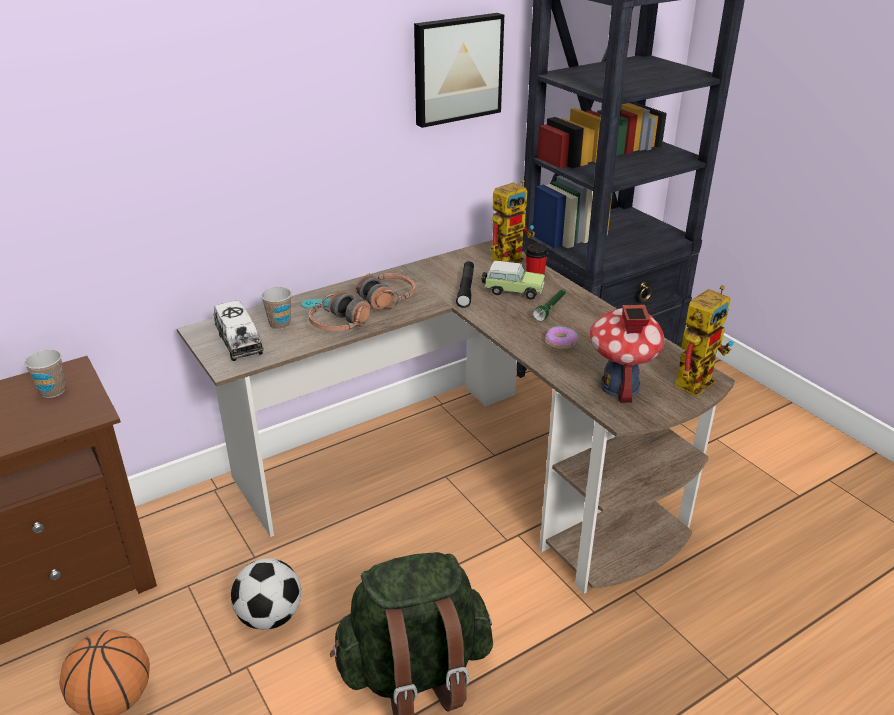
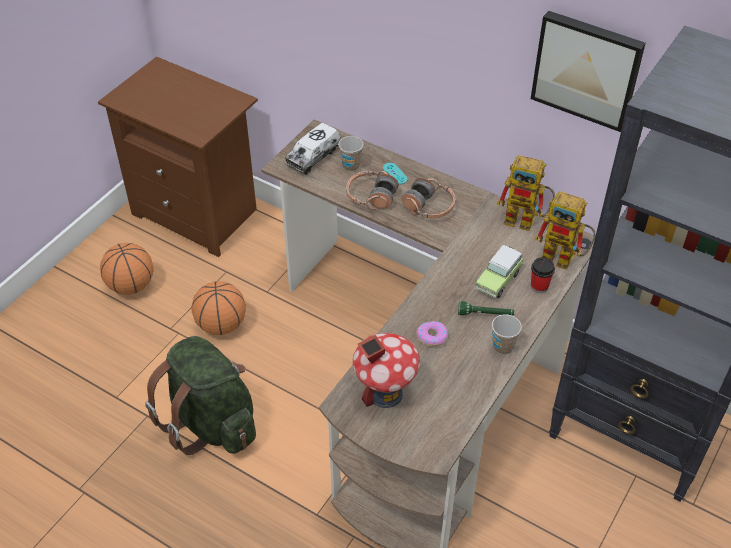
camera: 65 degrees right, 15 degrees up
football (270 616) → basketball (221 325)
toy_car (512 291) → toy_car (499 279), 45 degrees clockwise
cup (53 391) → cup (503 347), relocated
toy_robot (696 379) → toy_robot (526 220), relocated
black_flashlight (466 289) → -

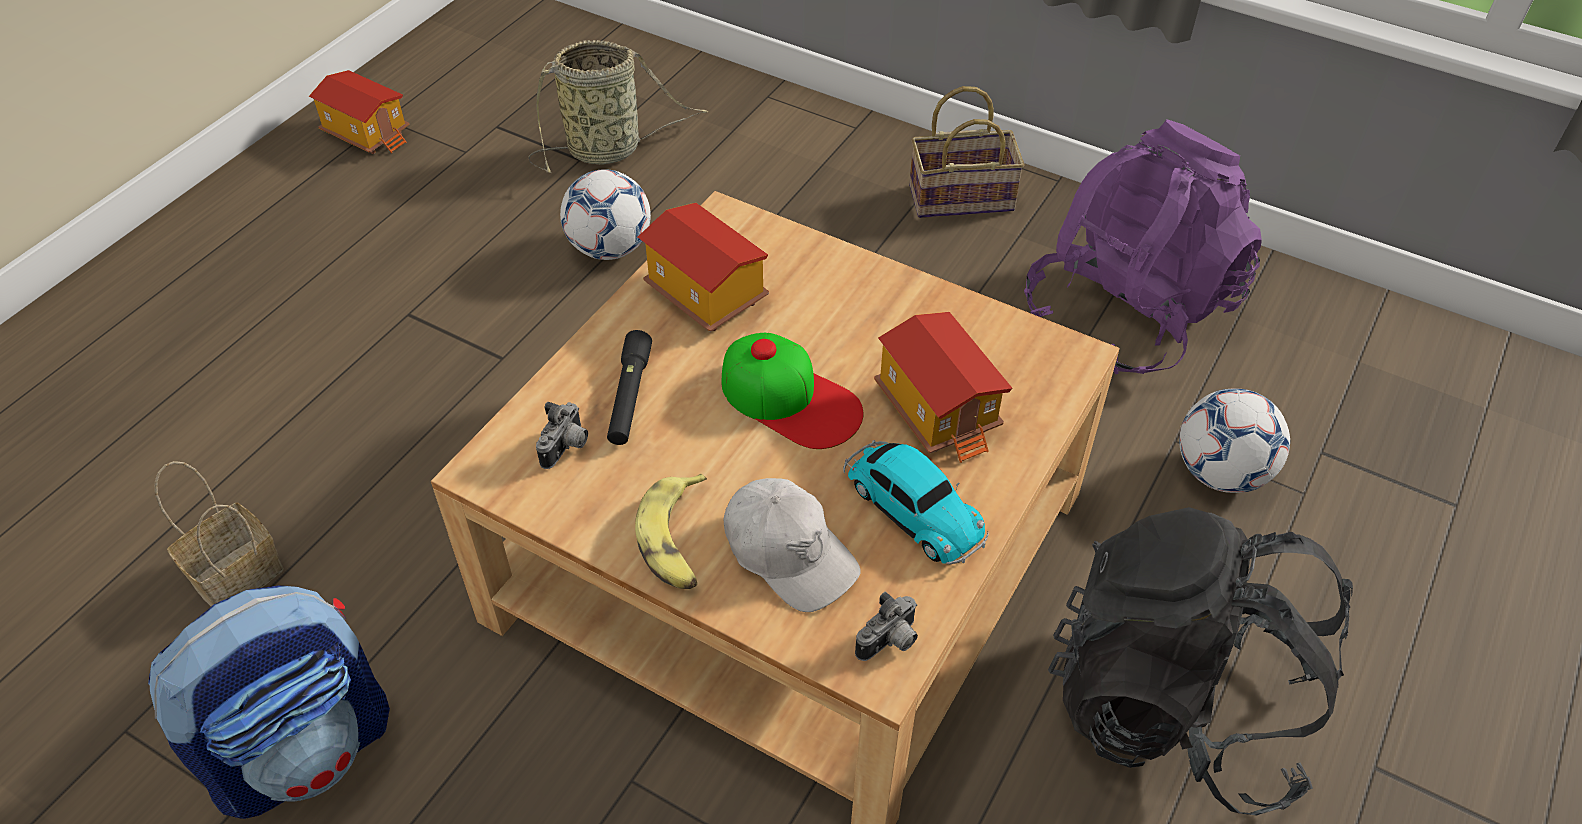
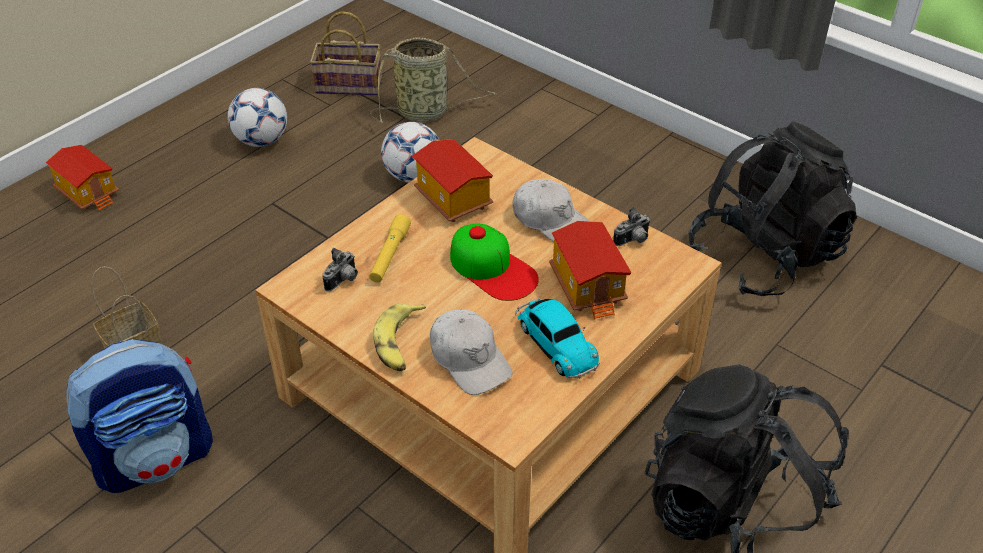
camera: 10 degrees right, 5 degrees down
toy_house (368 133) → toy_house (89 192), relocated
football (1220 473) → football (262 141), relocated
basket (963 196) → basket (350 84), relocated
black_flashlight (629 396) → yellow_flashlight (389 255)
- → white_cap (551 220)
photo_camera (890 643) → photo_camera (633 241), relocated
purple_backpack (1129 312) → black_backpack (764 256)

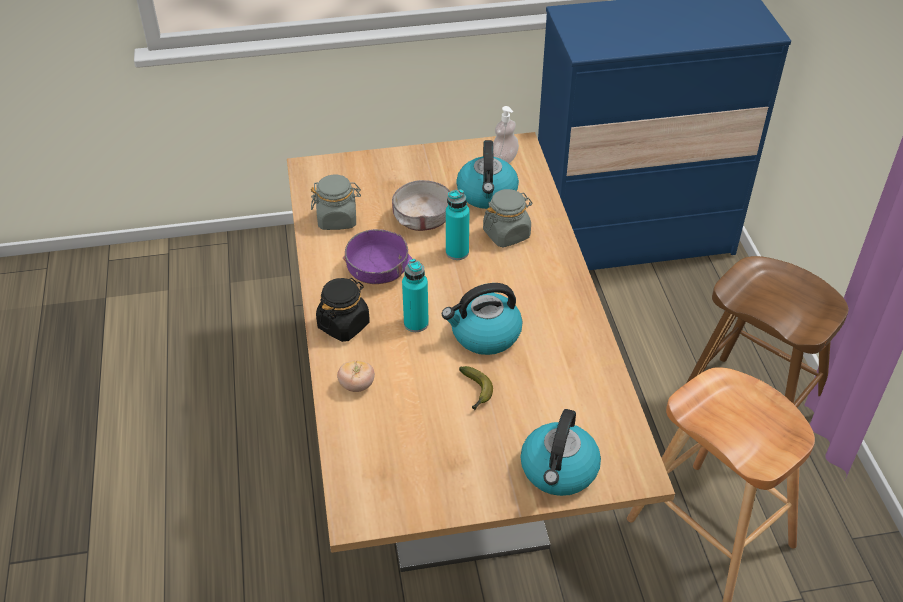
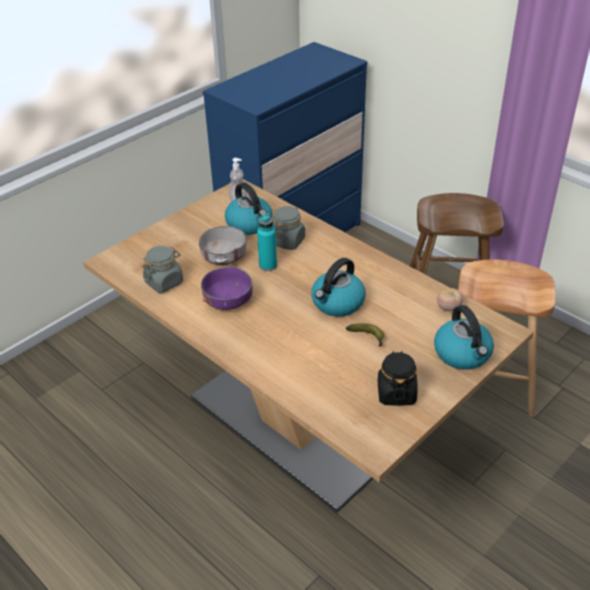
camera: 35 degrees left, 5 degrees down
black_jar (343 325) → black_jar (396 393), relocated
tomato (357 386) → tomato (448 308), relocated
turquoise_bottle (416 323) → -

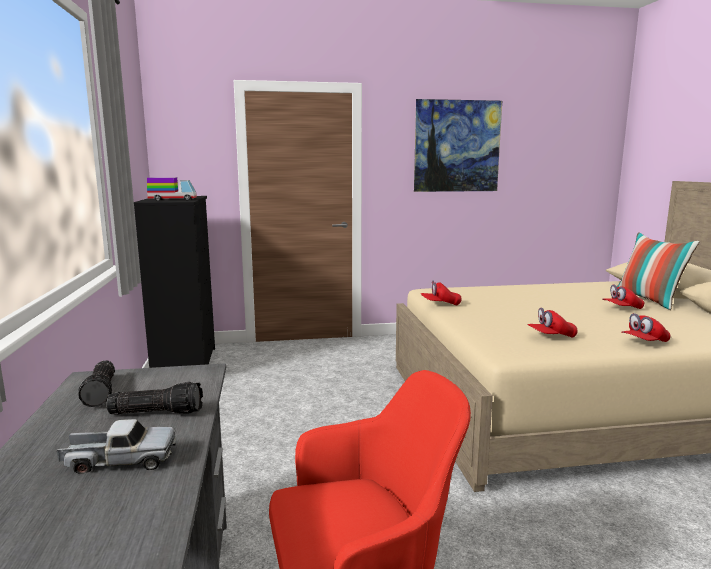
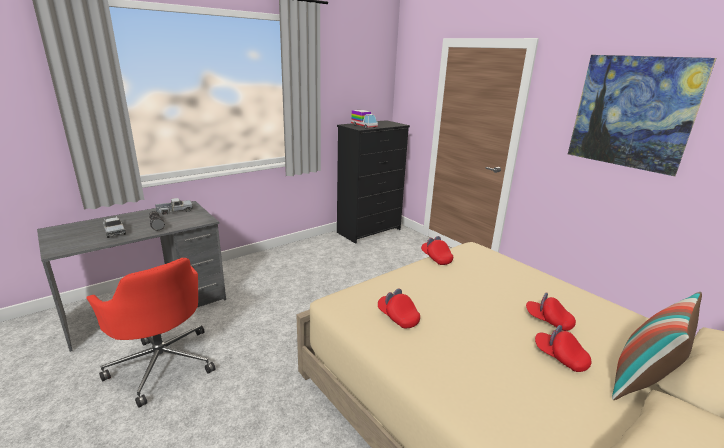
camera: 60 degrees right, 10 degrees up
flashlight (102 392) → toy_truck (175 211)
red_cap (644 343) → red_cap (548 321), relocated

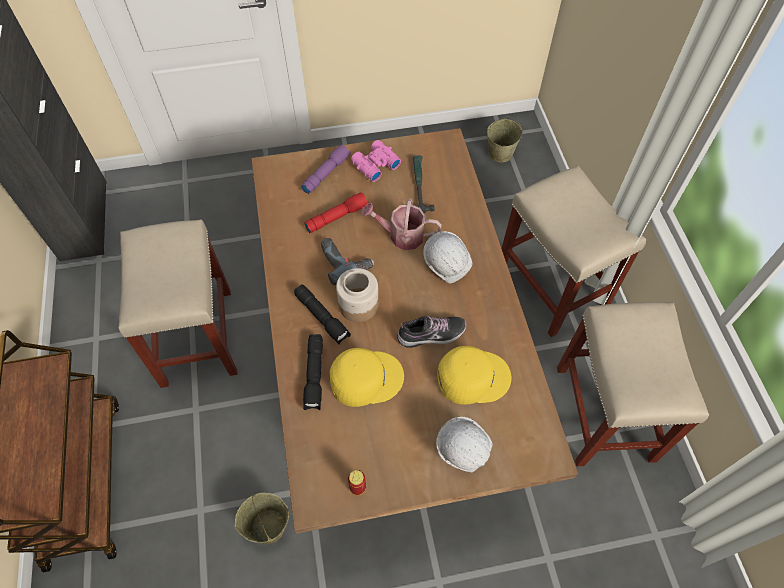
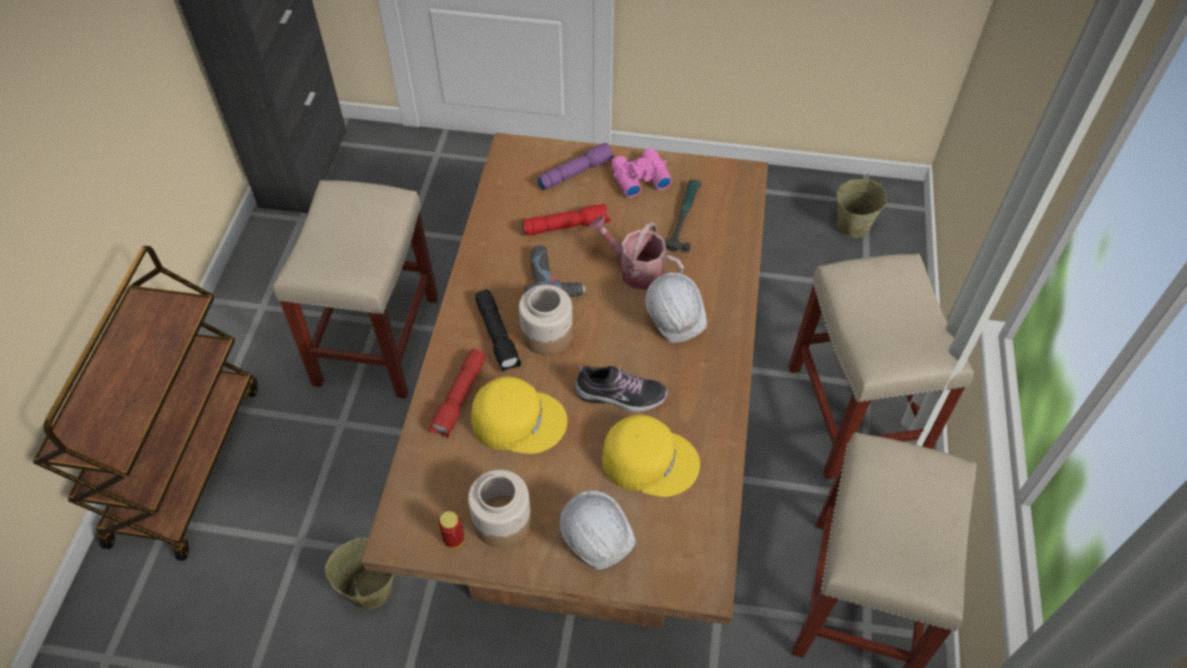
camera: 20 degrees right, 5 degrees down
black_flashlight (315 375) → red_flashlight (460 399)
- → jar (502 520)

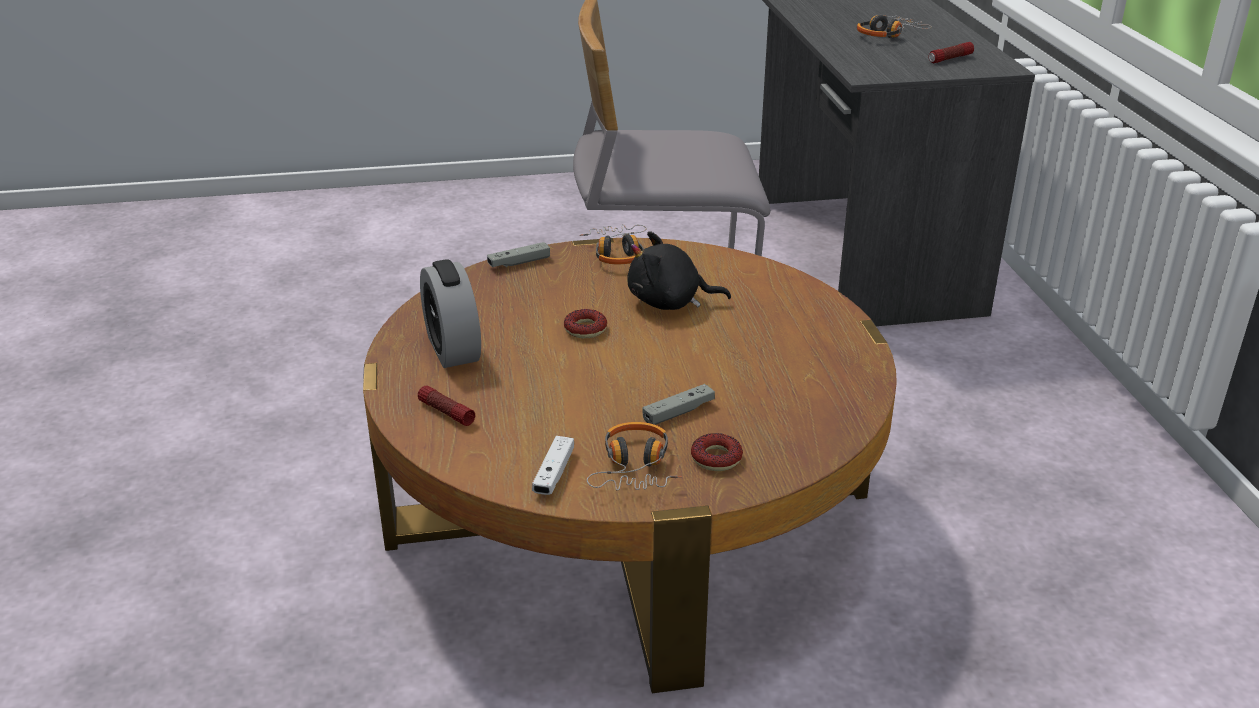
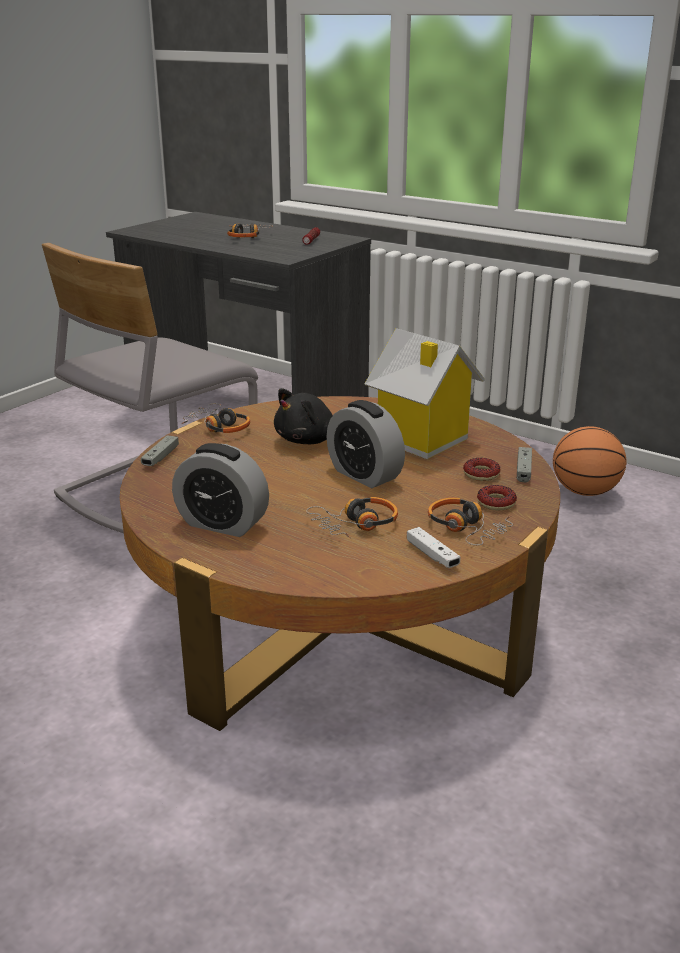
camera: 45 degrees left, 5 degrees down
- → headphones (355 525)
- → alarm_clock (364 475)
- → toy_house (420 439)
donut (585 329) → donut (481 474), relocated
grey_game_controller (678 412) → grey_game_controller (523 470), relocated
- → basketball (585 492)
flashlight (446 412) → -

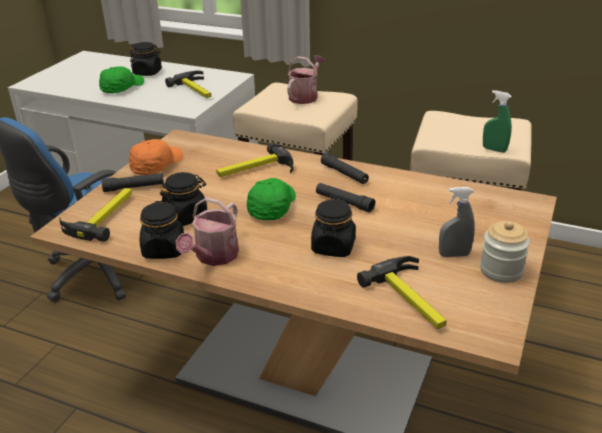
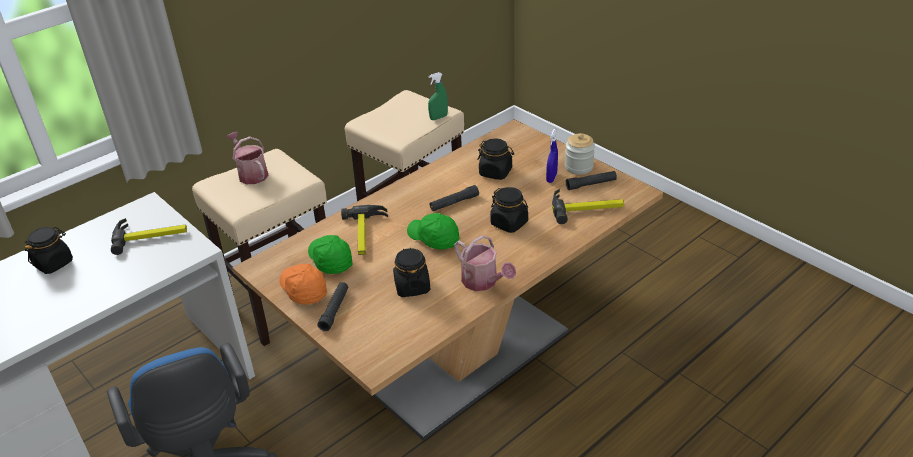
camera: 65 degrees left, 5 degrees up
green_cap (121 88) → green_cap (330 260), relocated
black_jar (164 249) → black_jar (495 172), relocated
grey_spray_bottle (454 255) → blue_spray_bottle (551 178)
black_flashlight (344 174) → black_flashlight (591 184), relocated
hammer (103 216) → -

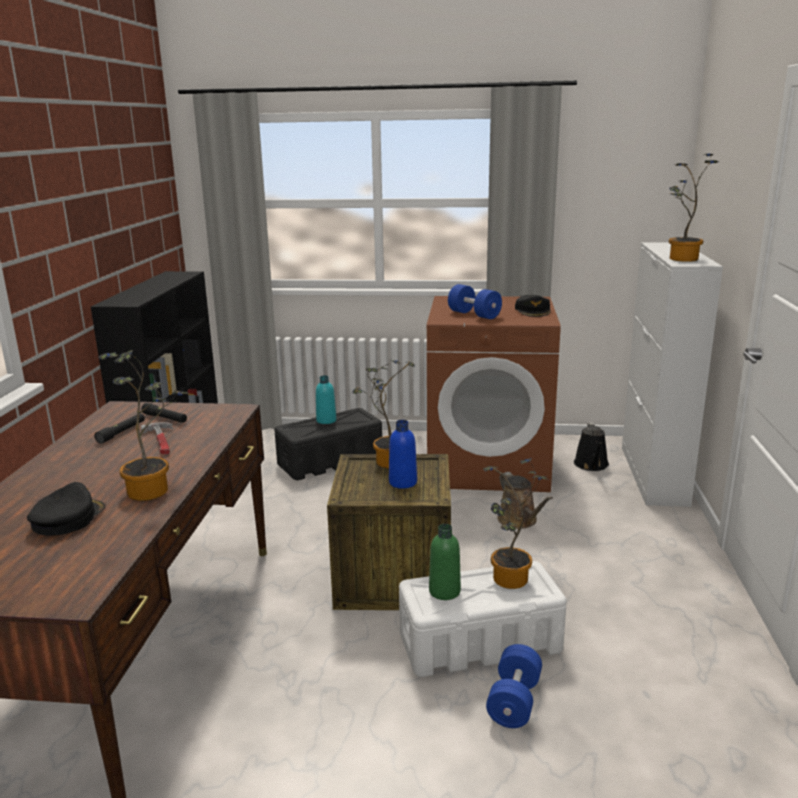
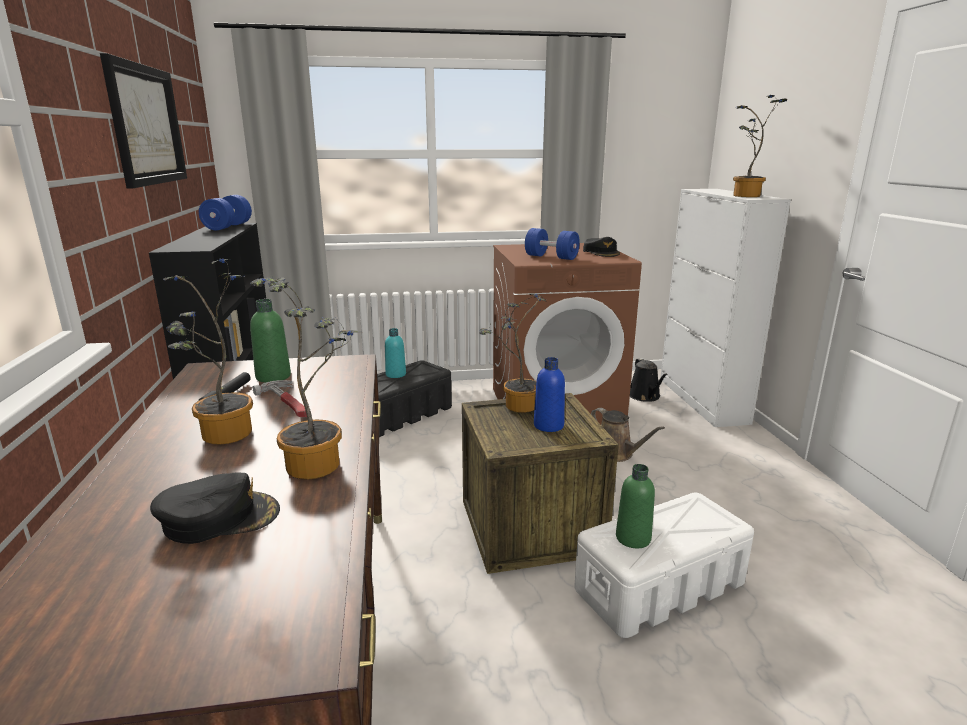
camera: 15 degrees left, 0 degrees up
- → picture (146 125)
black_cap (67 518) → black_cap (219 517), 75 degrees clockwise
potted_plant (508 582) → potted_plant (223 437), relocated
blue_dumbbell (514 701) → blue_dumbbell (228 227), relocated
black_flashlight (165 418) → green_bottle (273 377)

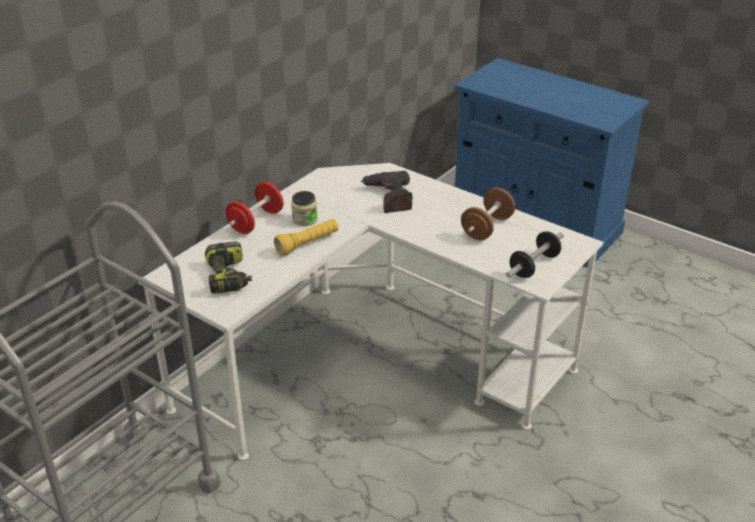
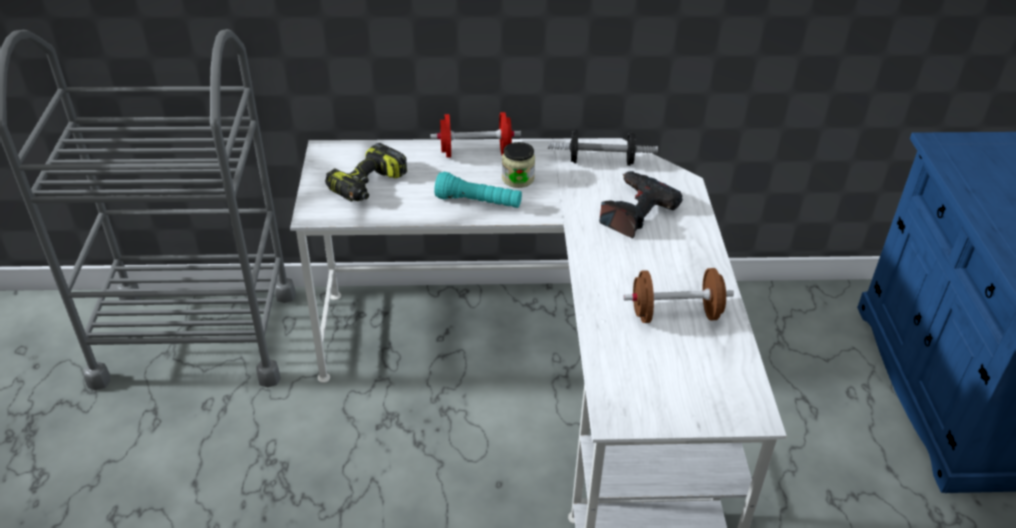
camera: 50 degrees right, 5 degrees up
yellow_flashlight (307 244) → turquoise_flashlight (478 202)
dumbbell (534 265) → dumbbell (601 161), relocated

